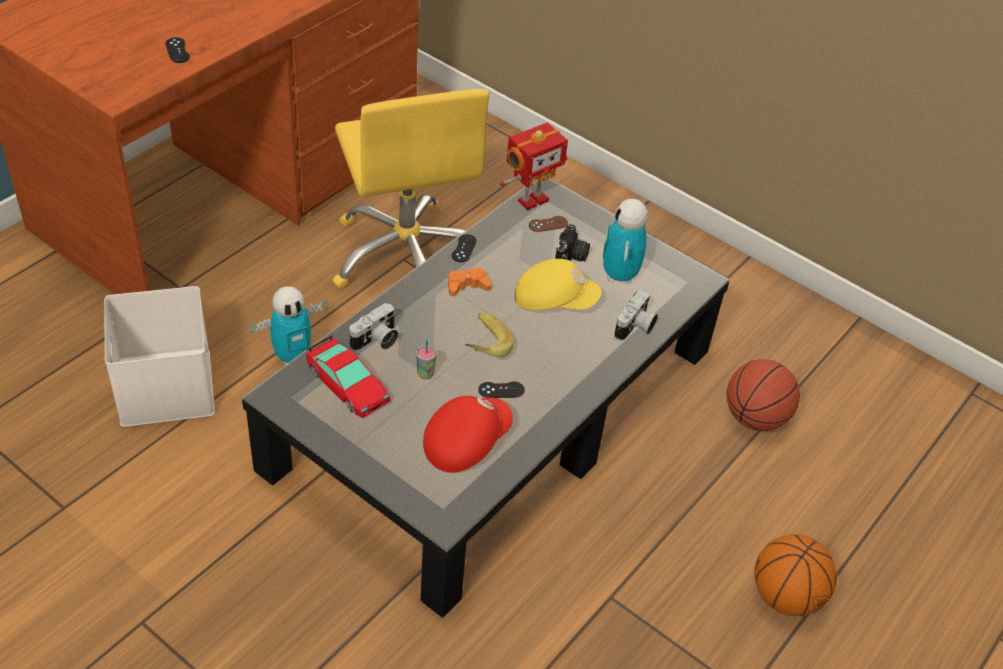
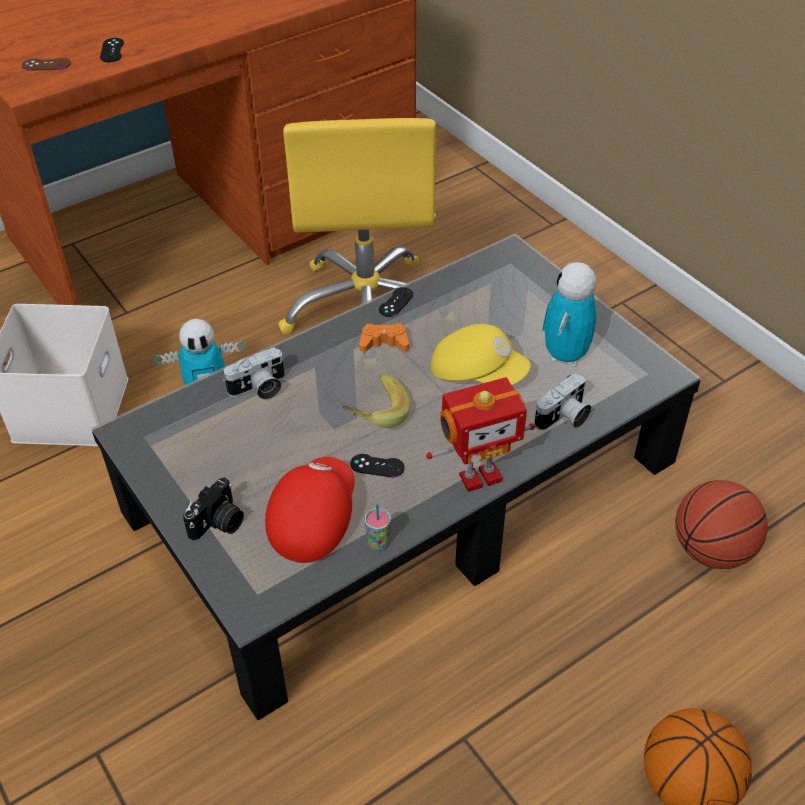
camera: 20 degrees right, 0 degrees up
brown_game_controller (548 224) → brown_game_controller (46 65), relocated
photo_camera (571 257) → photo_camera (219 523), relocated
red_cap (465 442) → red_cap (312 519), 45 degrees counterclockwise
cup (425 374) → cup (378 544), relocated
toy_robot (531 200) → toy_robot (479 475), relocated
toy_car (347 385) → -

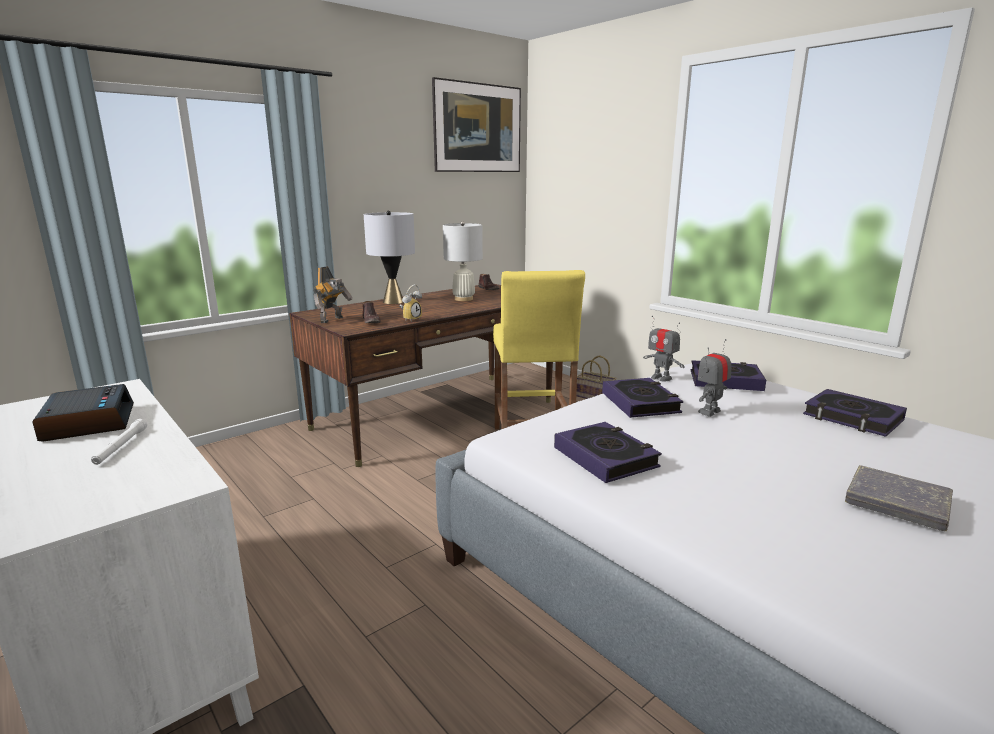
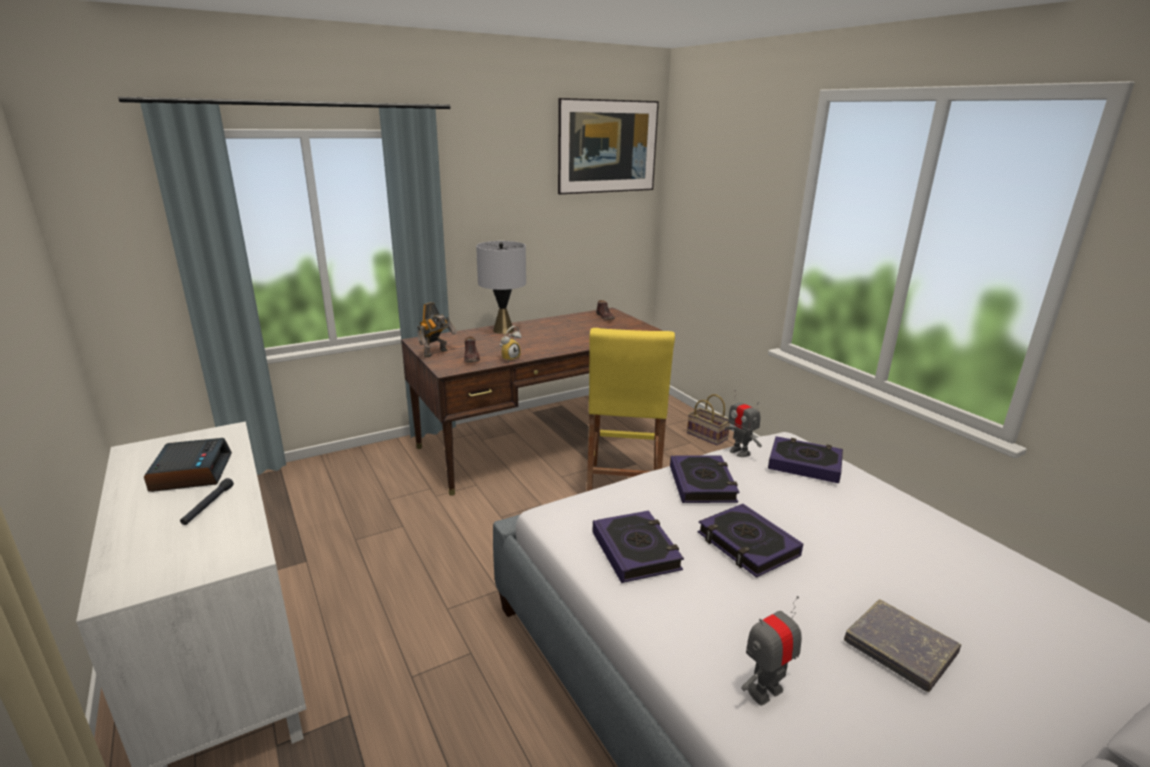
camera: 10 degrees right, 5 degrees up
white_flashlight (121 447) → black_flashlight (208 505)
book (852 418) → book (747 545), relocated
toy_robot (709 412) → toy_robot (765 691), relocated
white_table_lamp (463 299) → -

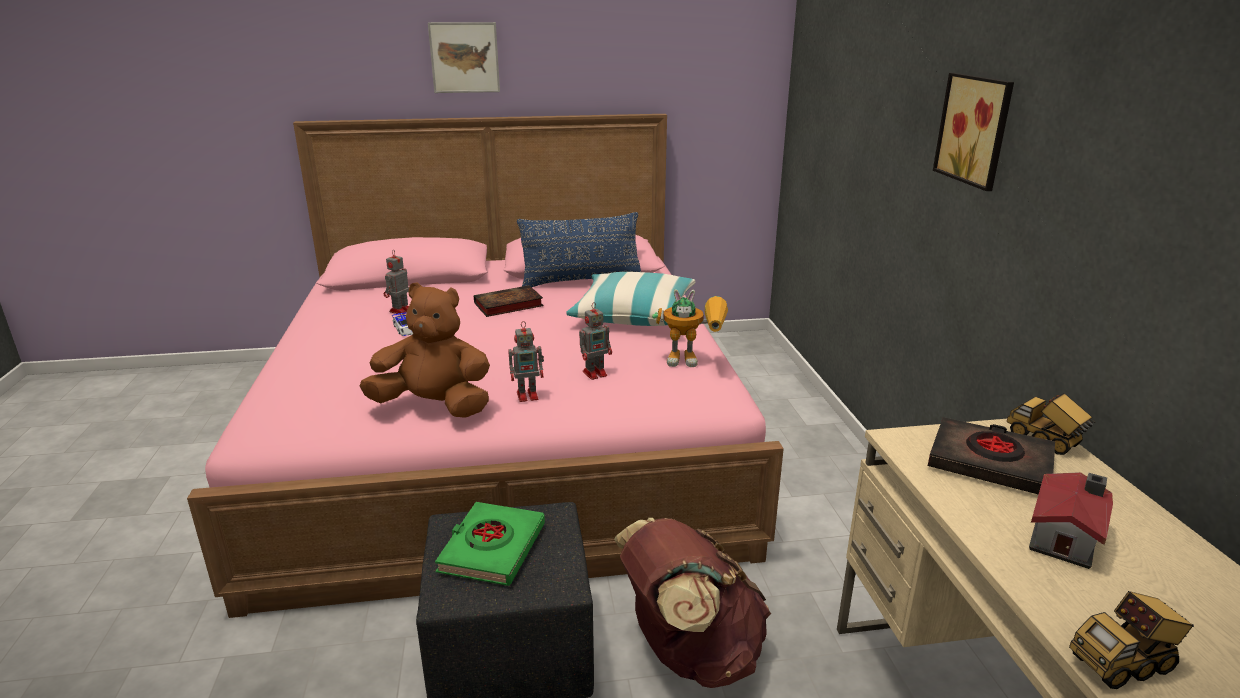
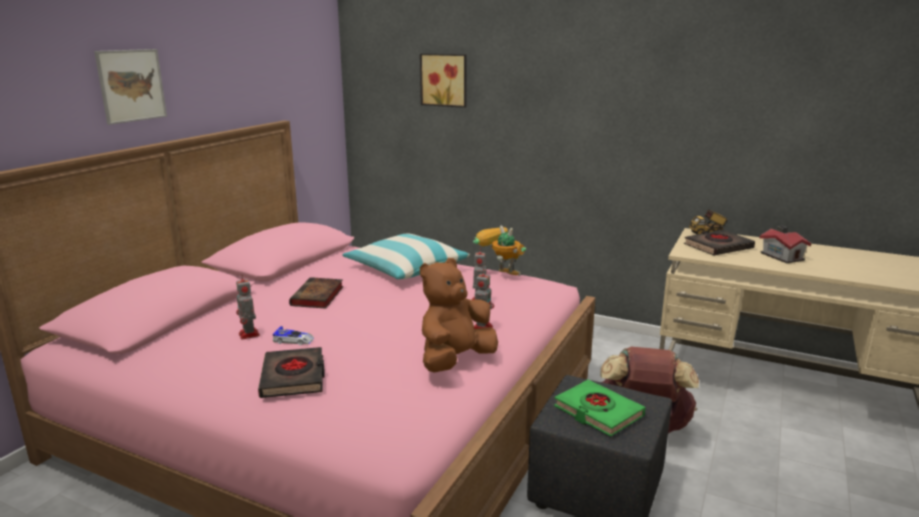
camera: 55 degrees left, 5 degrees down
- → black_book (293 377)
picture (977 129) → picture (444 80), relocated
toy_robot (694 360) → toy_robot (499 274), 90 degrees counterclockwise
blue_pillow (582 281) → -
toy_truck (1123 663) → -

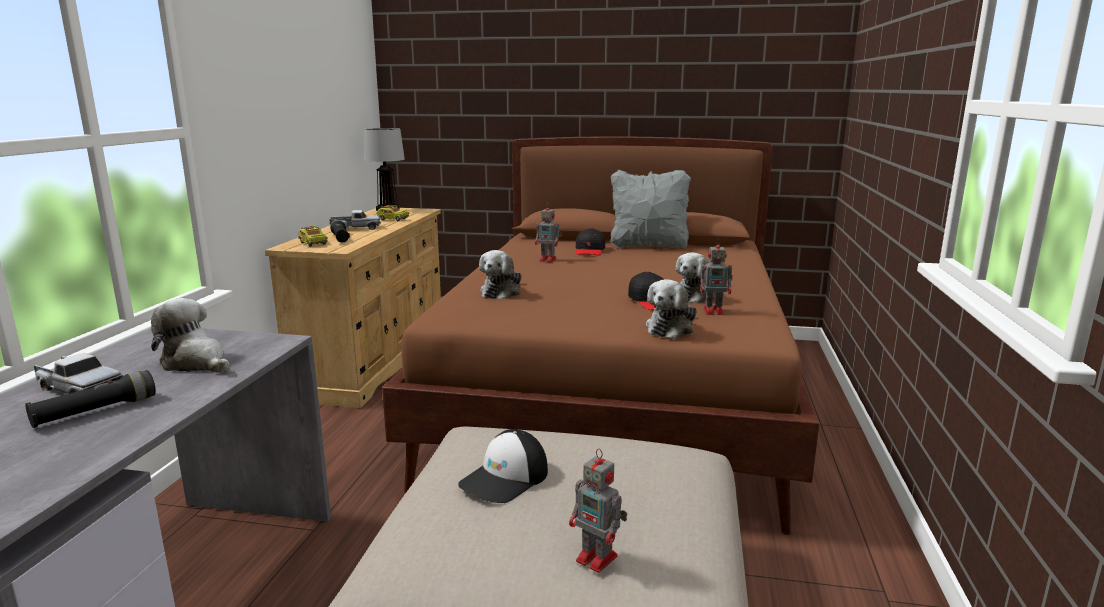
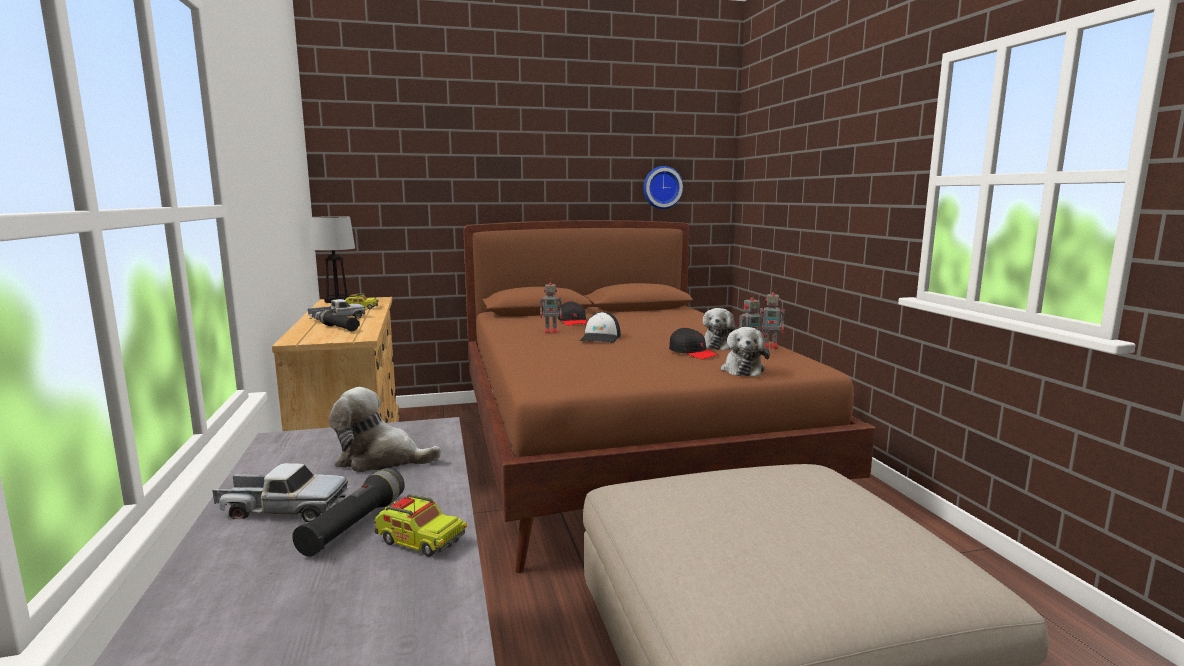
camera: 25 degrees left, 5 degrees down
toy_truck (313 243) → toy_truck (420 540), relocated
cap (505 479) → cap (601 338), relocated
- → wall_clock (661 187)
toy_robot (598 559) → toy_robot (771 346), relocated
plush_toy (502 292) → -
grey_pillow (648 246) → -

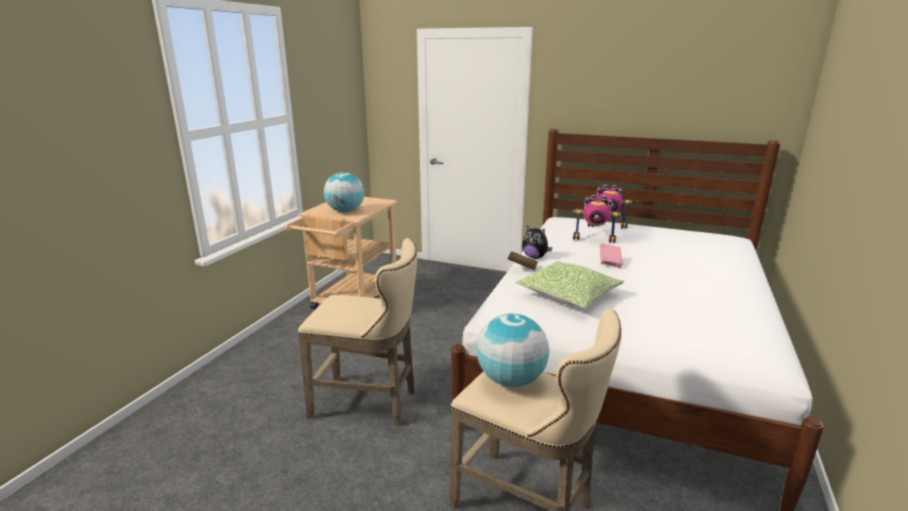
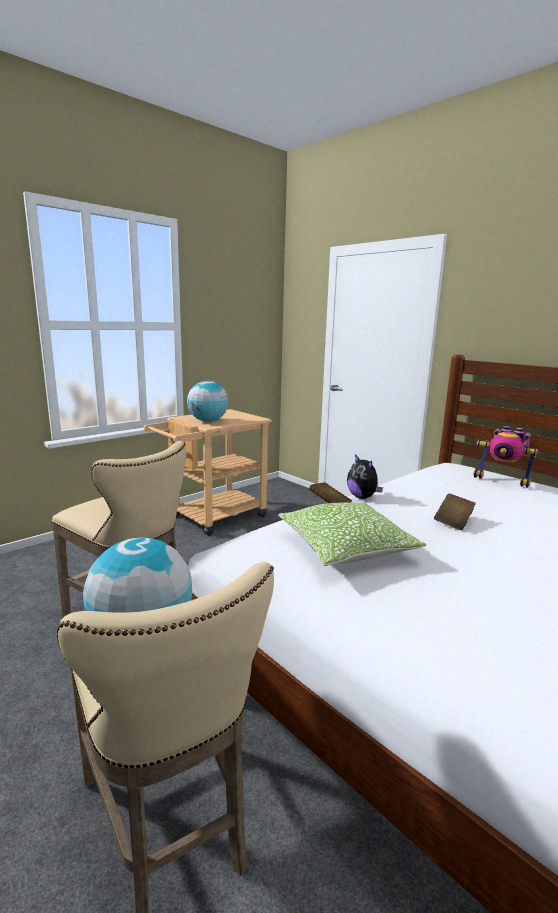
camera: 25 degrees right, 5 degrees down
pink_book (610 262) → brown_book (453 521)
toy_robot (594 239) → -

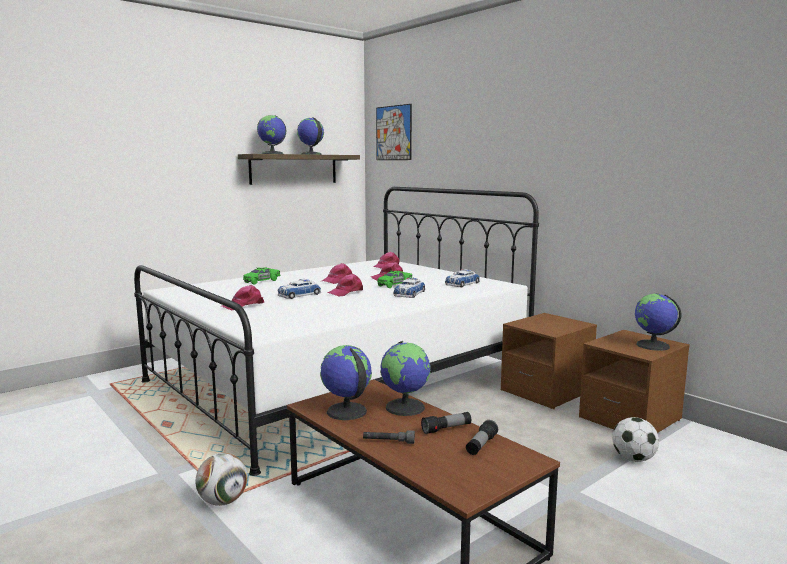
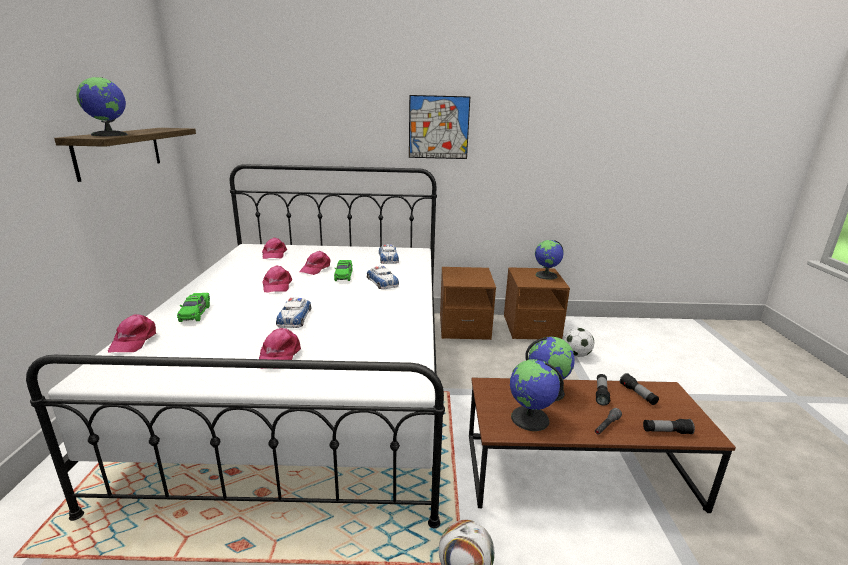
camera: 50 degrees left, 10 degrees up
pink_cap (346 292) → pink_cap (134 340), relocated
picture (393 133) → picture (438 127), relocated
- → flashlight (666 432)
globe (310 154) → -

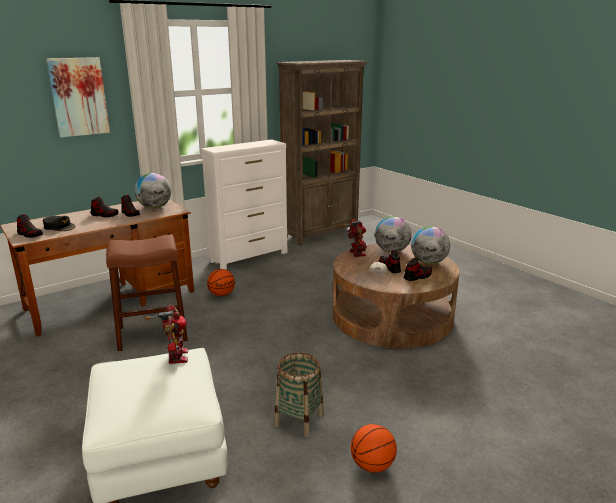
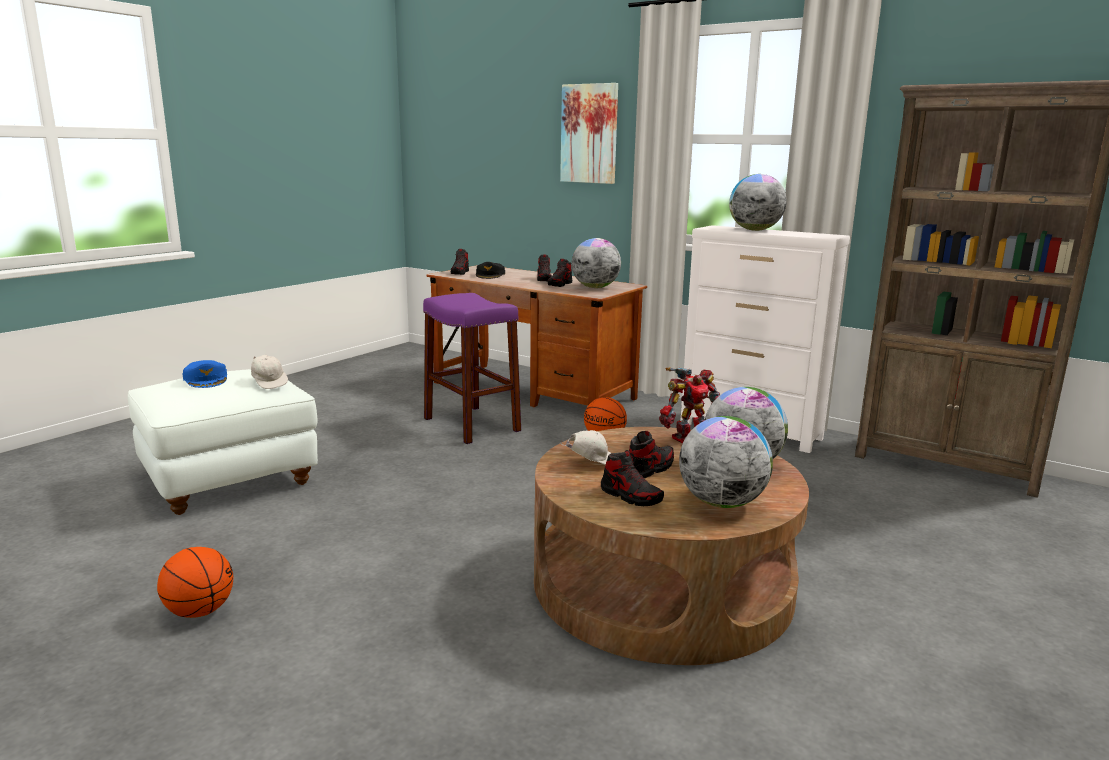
camera: 70 degrees right, 5 degrees down
- → blue_cap (206 379)
toy_robot (176 357) → white_cap (269 382)
brown_stool (152 333) → purple_stool (471 424)
- → globe (754 230)
basket (299 420) → -

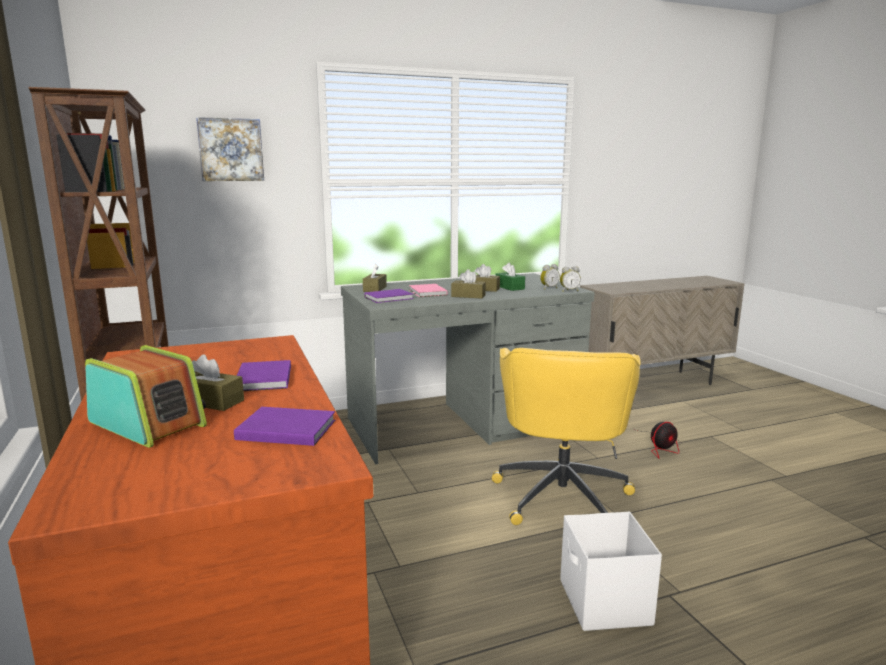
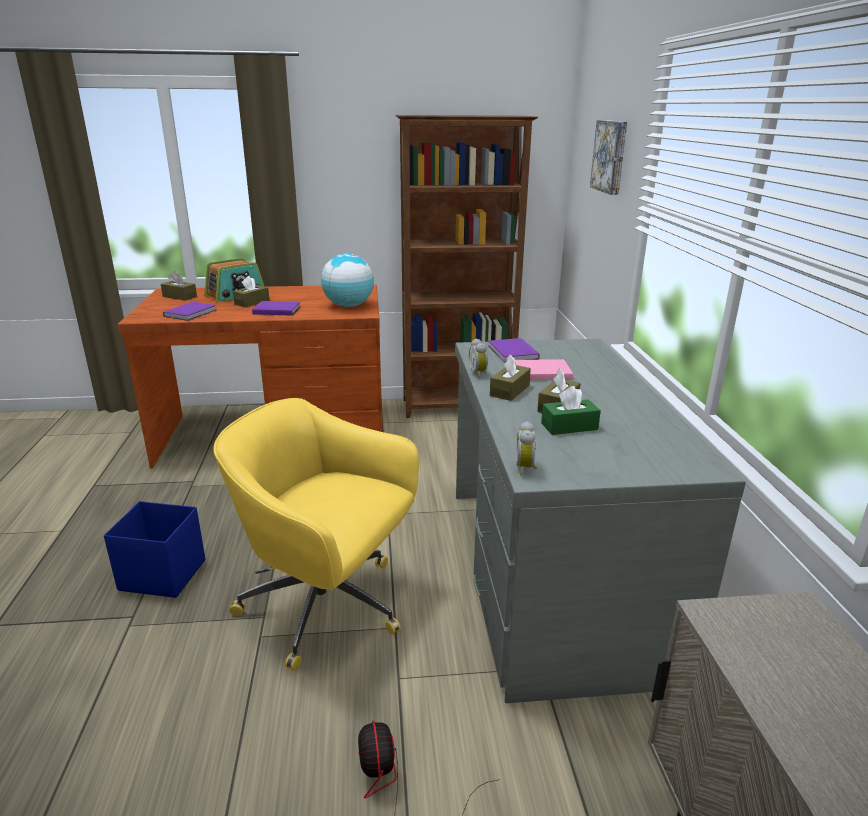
camera: 105 degrees right, 10 degrees up
white_storage_box (604 603) → blue_storage_box (162 574)
brown_tissue_box (375 289) → brown_tissue_box (180 296), relocated
- → globe (348 306)
alarm_clock (548 288) → alarm_clock (479 373), relocated

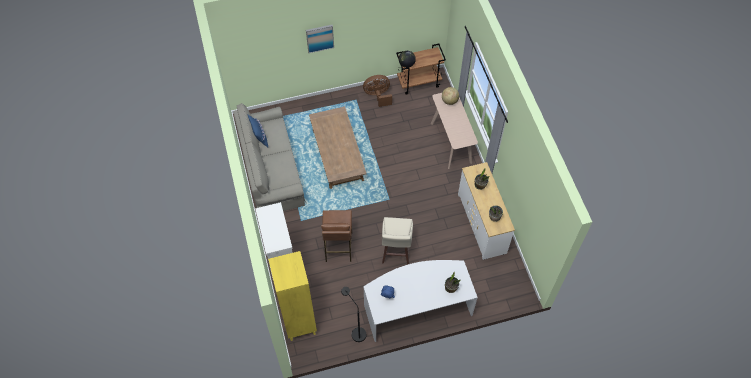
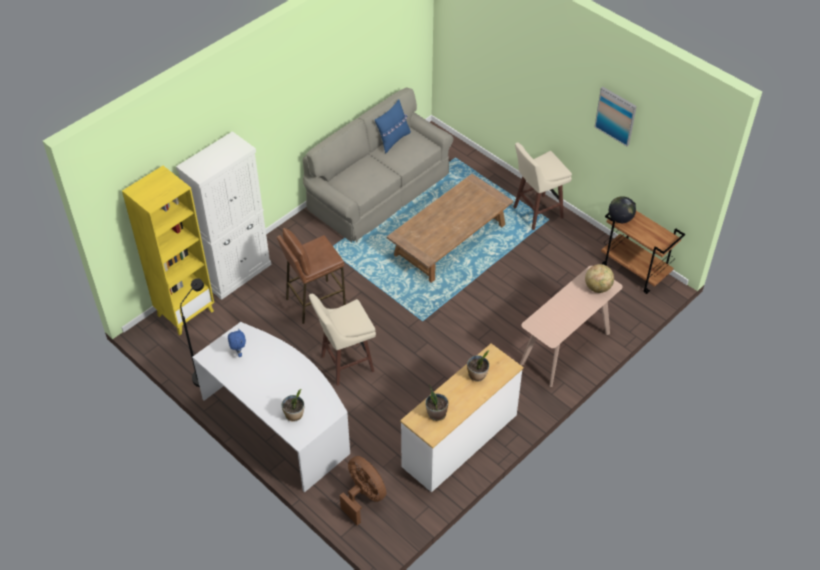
camera: 60 degrees right, 10 degrees down
brown_fan (378 96) → brown_fan (363 497), relocated
- → beige_stool (536 213)
picture (320 38) → picture (616 116), relocated

